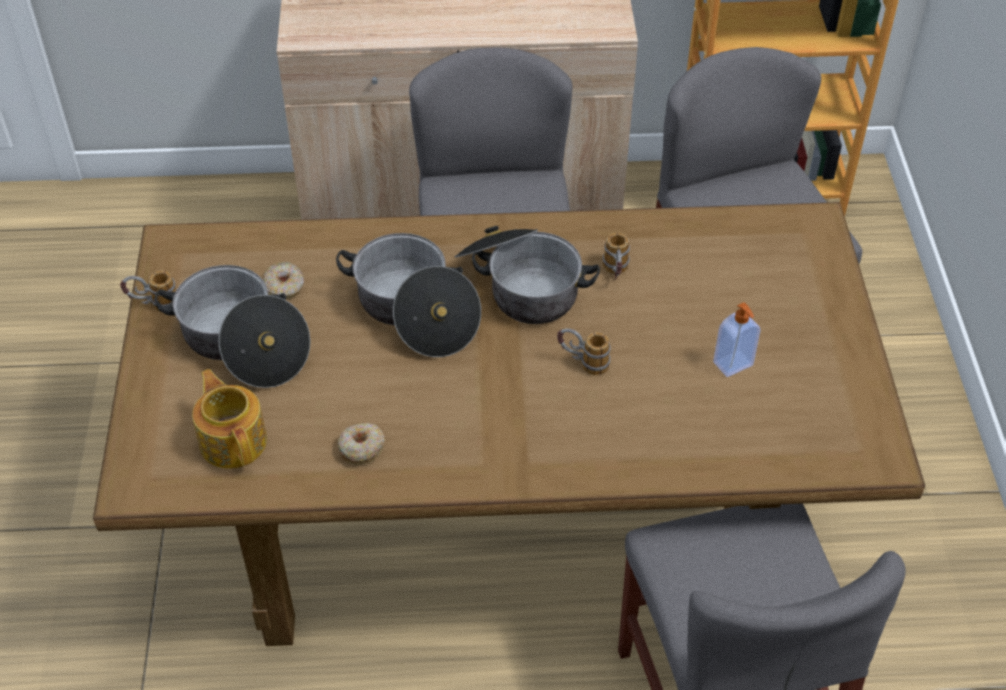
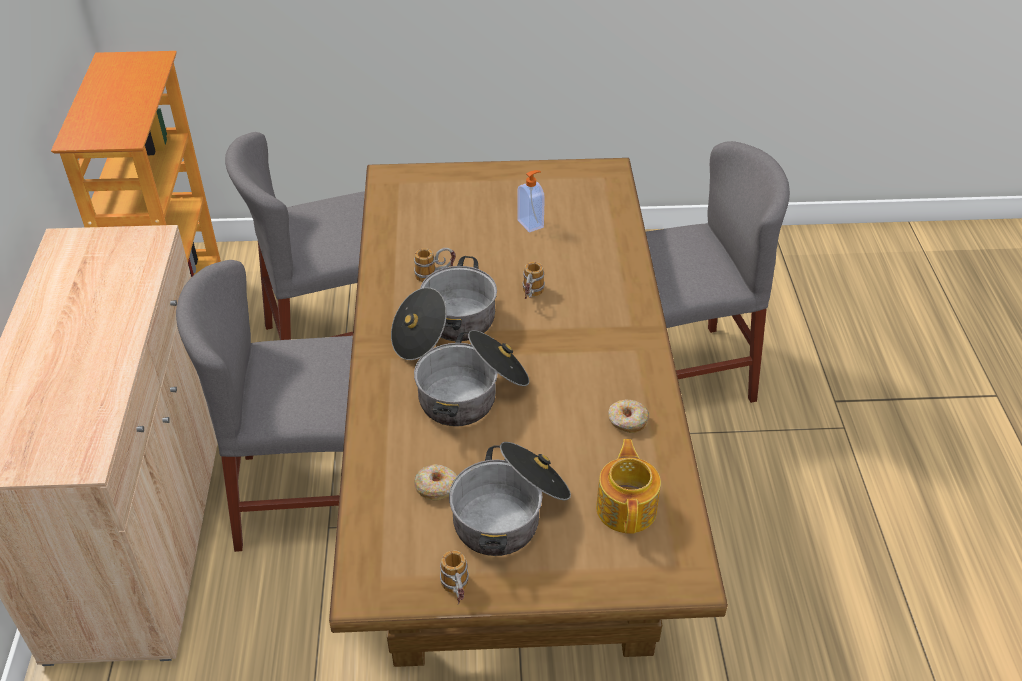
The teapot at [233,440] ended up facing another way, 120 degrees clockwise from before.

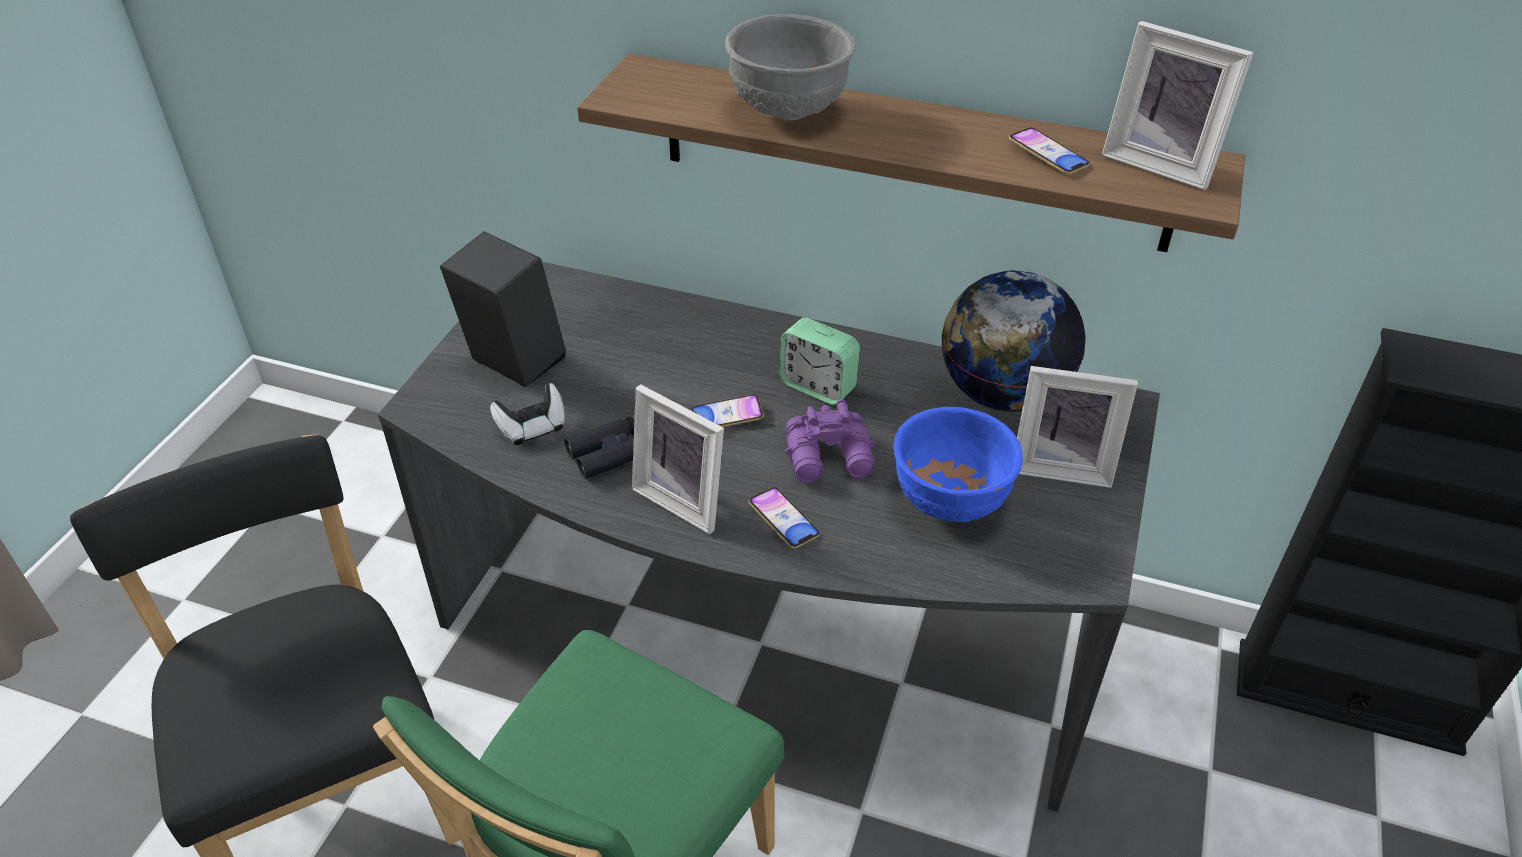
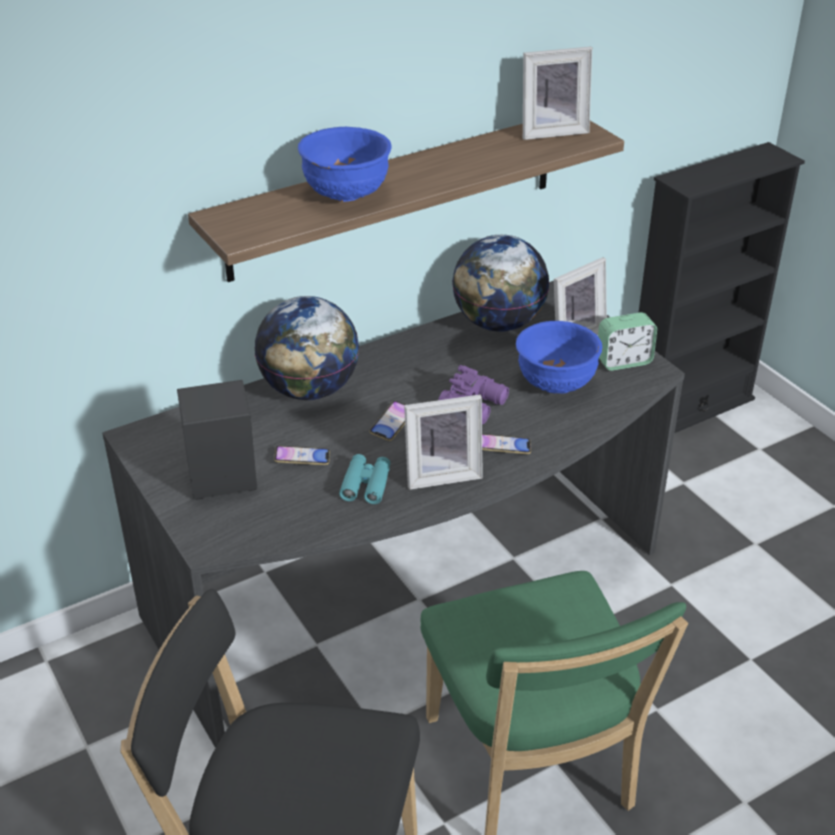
What was the grey_bowl at [789,112] turned into the blue_bowl at [347,195].
The phone ended up elsewhere, having gone from [1047,156] to [302,459].
The alarm_clock ended up elsewhere, having gone from [817,386] to [623,361].
The second view lost the game_controller at [532,427].
What was the black_binoculars at [609,454] turned into the turquoise_binoculars at [366,484].
The second view gained the globe at [309,390].

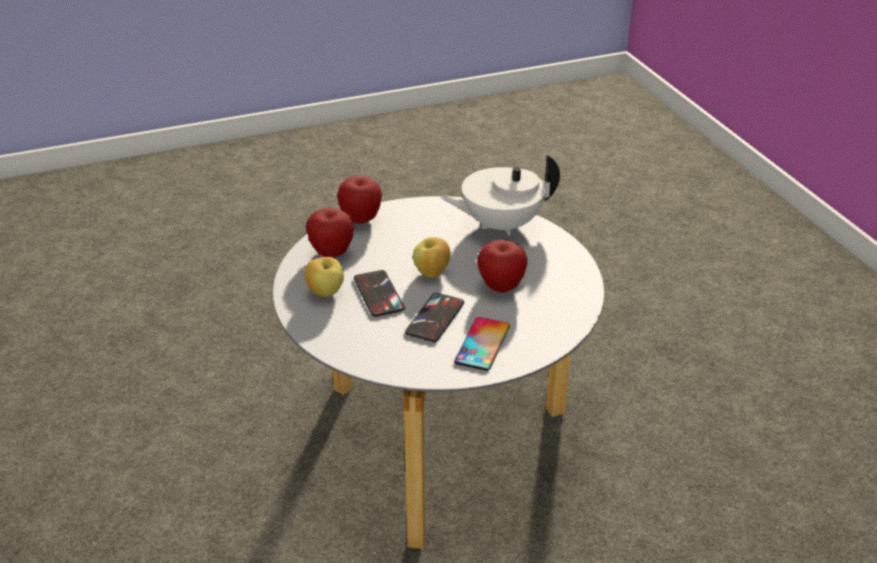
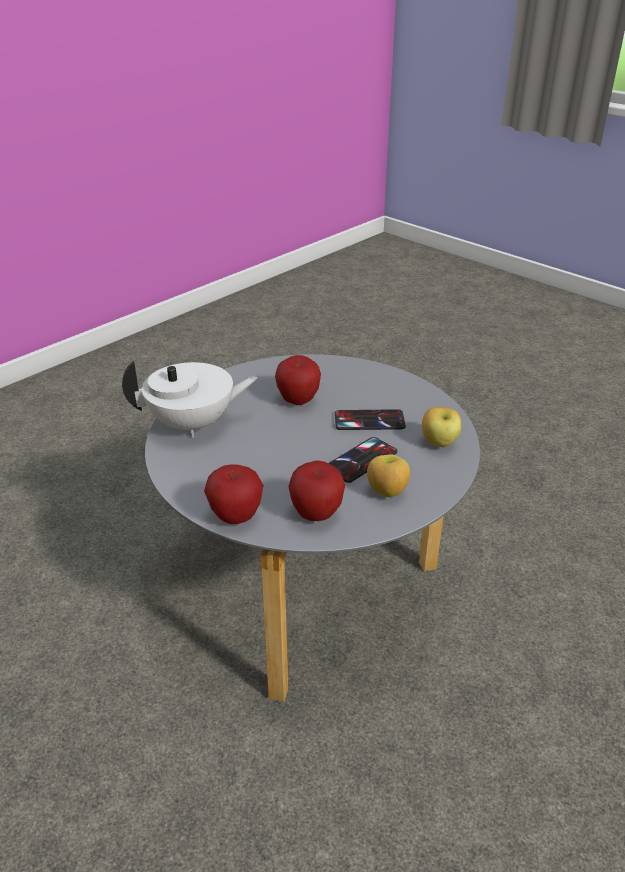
The white_teapot at [500,225] ended up facing another way, 60 degrees counterclockwise from before.
The apple ended up elsewhere, having gone from [432,273] to [439,443].
The second view lost the phone at [482,344].

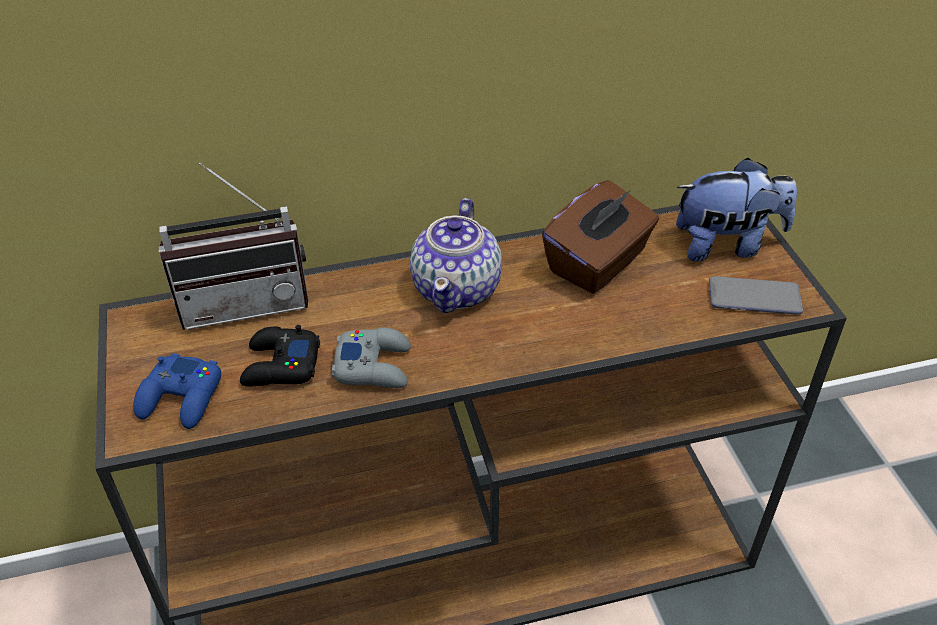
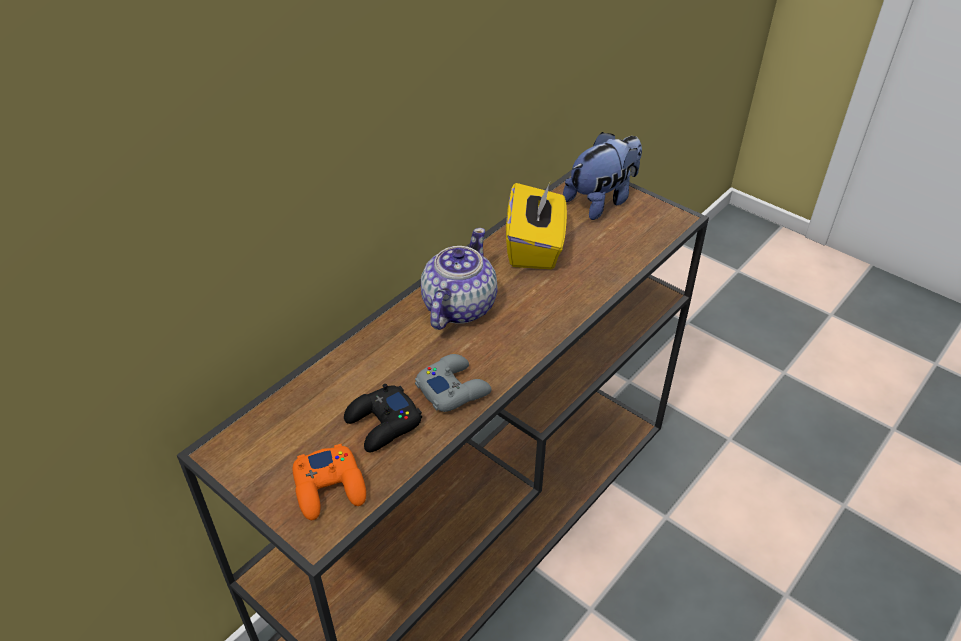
The second view lost the radio at [246,301].
What was the brown_tissue_box at [598,263] turned into the yellow_tissue_box at [535,247].
The teapot at [458,289] ended up facing another way, 135 degrees counterclockwise from before.
The second view lost the phone at [754,297].
What was the blue_game_controller at [181,398] turned into the orange_game_controller at [330,487].

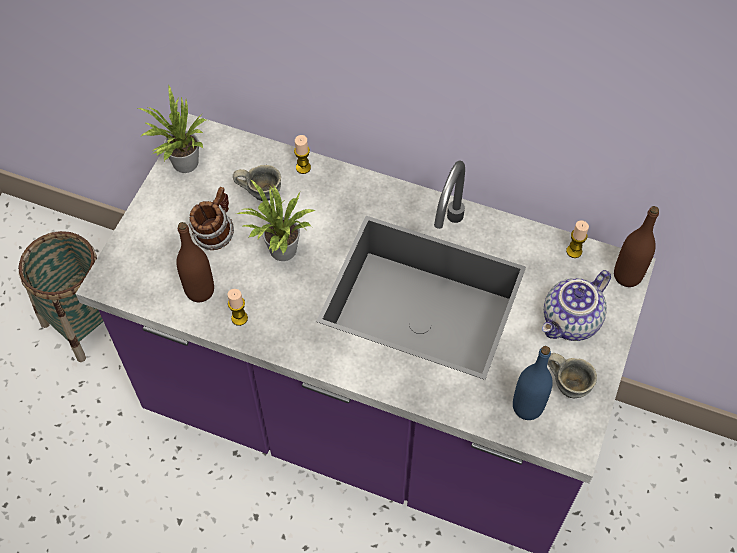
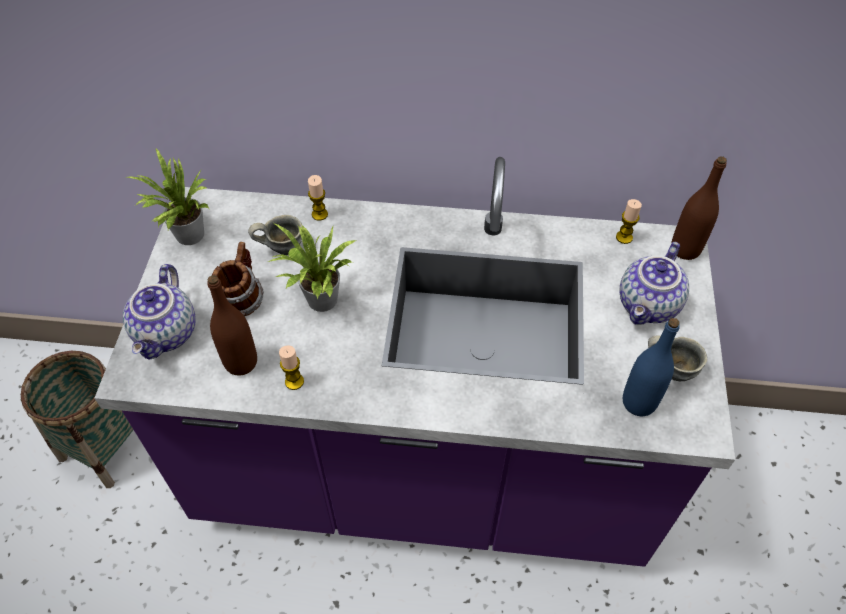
The second view gained the teapot at [168,333].

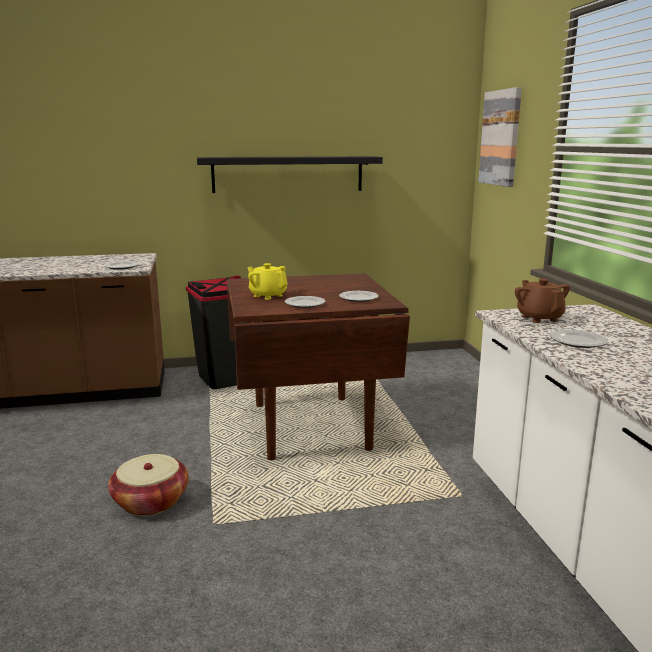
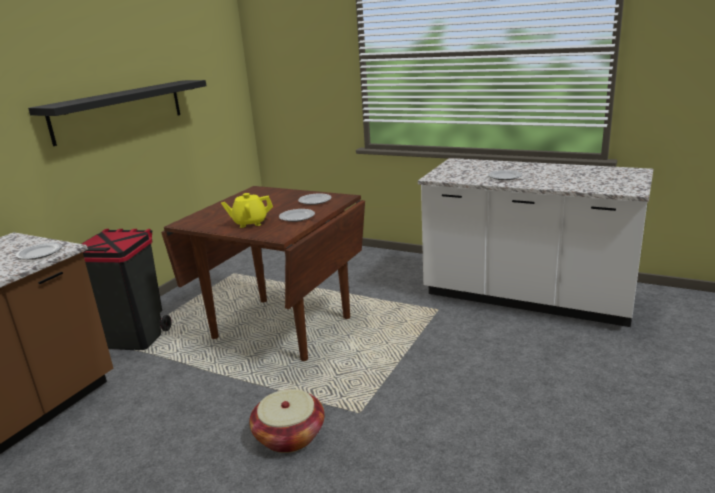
The second view lost the picture at [501,138].
The second view lost the brown_teapot at [539,318].

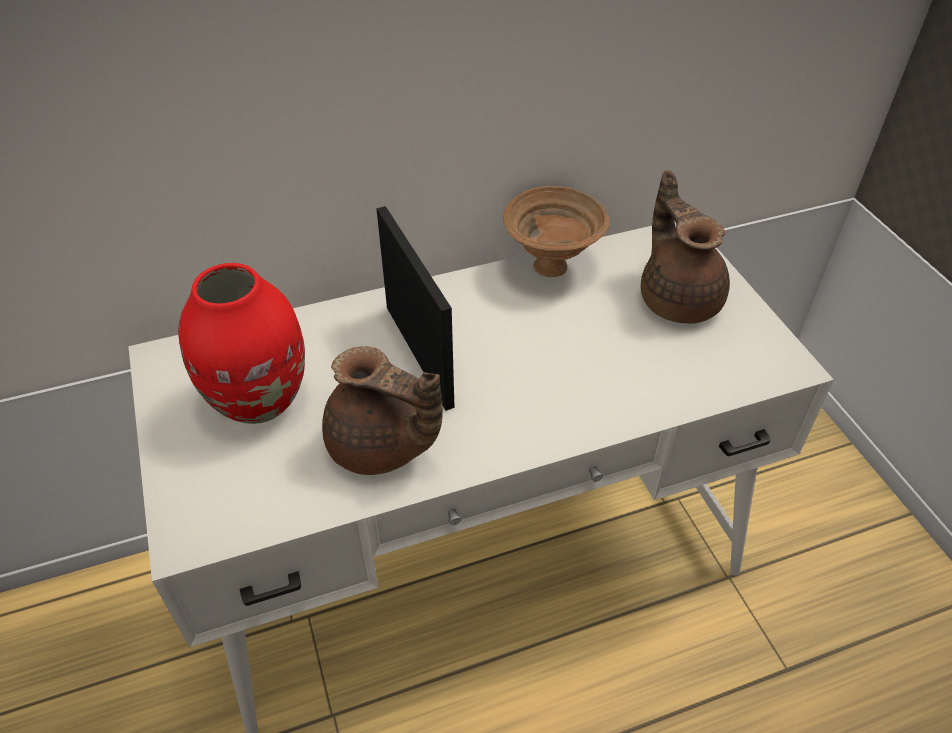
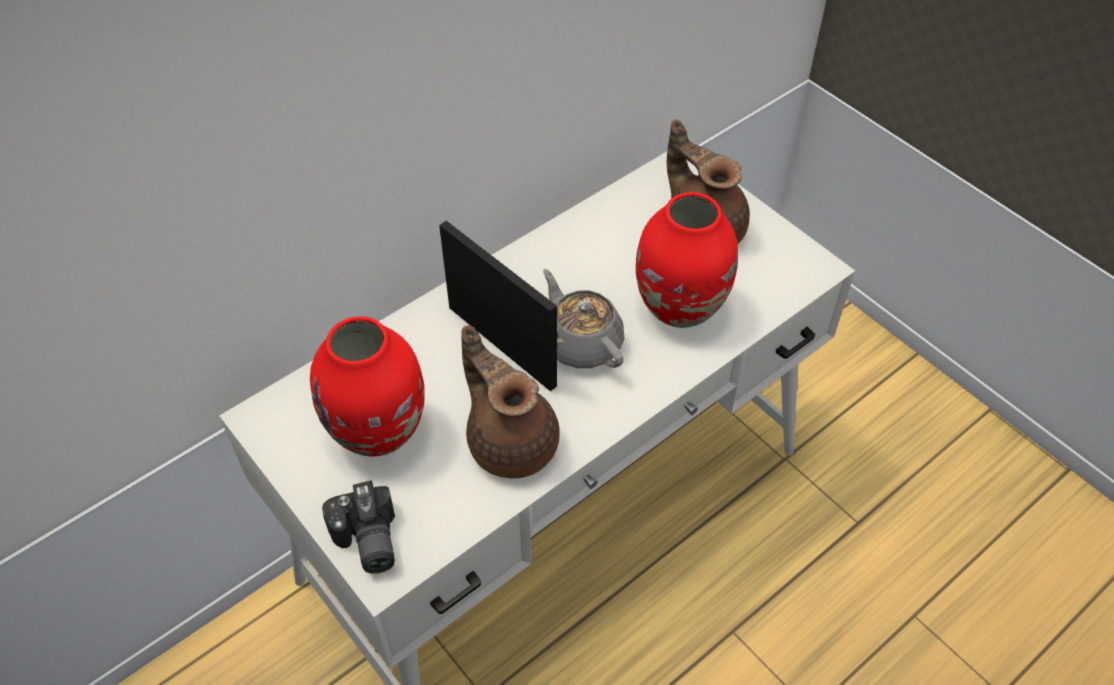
The second view lost the brown_bowl at [552,266].
The brown_teapot at [381,447] ended up facing another way, 135 degrees counterclockwise from before.
The second view gained the red_vase at [680,308].
The second view gained the grey_teapot at [582,343].
The second view gained the photo_camera at [365,541].

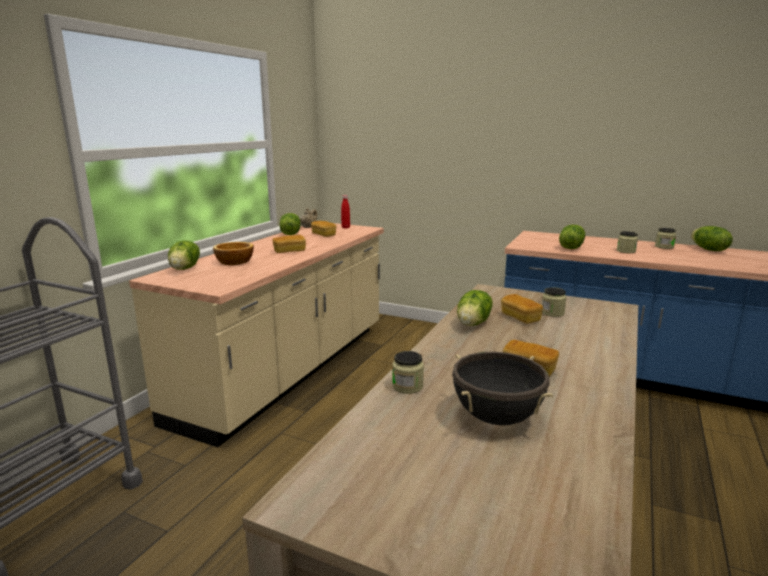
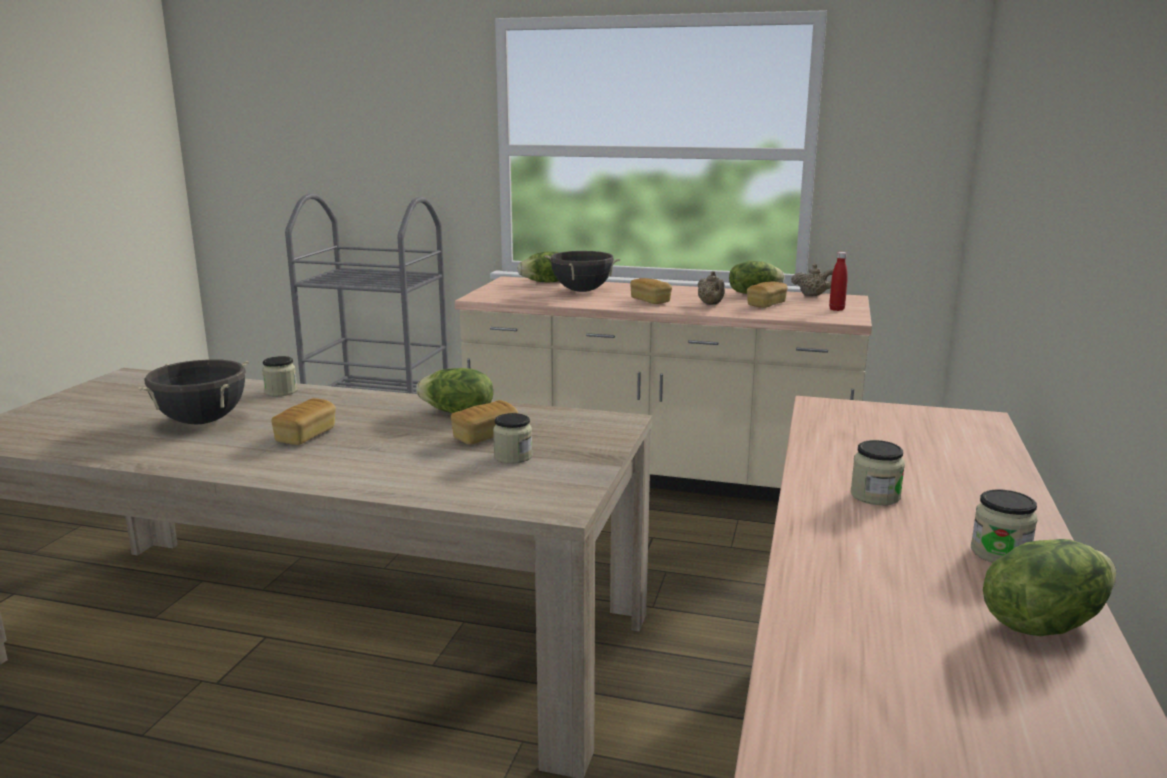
The second view lost the lettuce at [570,248].
Where the bowl stood at [234,262], the black_cooking_pot came to stand at [581,291].
The second view gained the beige_teapot at [711,304].

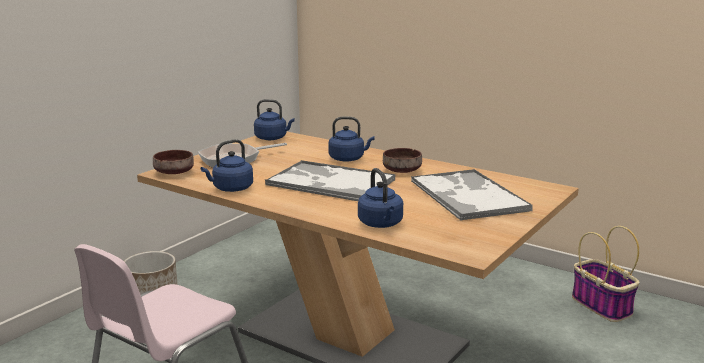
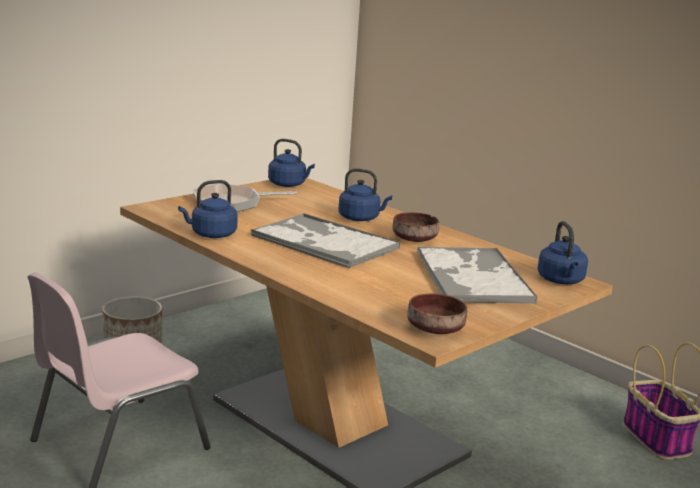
The brown_bowl ended up elsewhere, having gone from [175,172] to [436,329].
The blue_kettle ended up elsewhere, having gone from [381,224] to [561,281].

